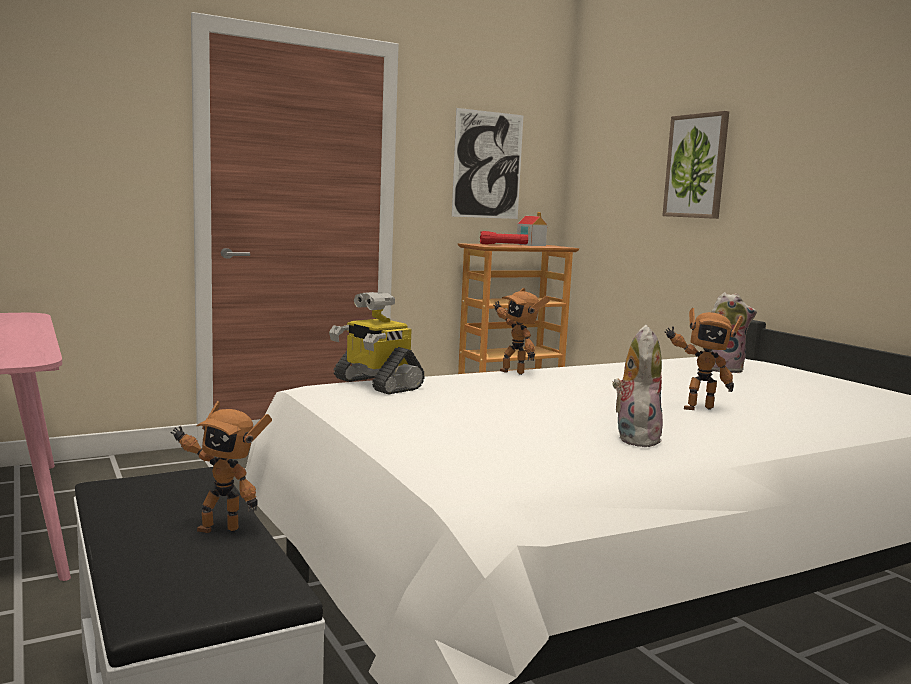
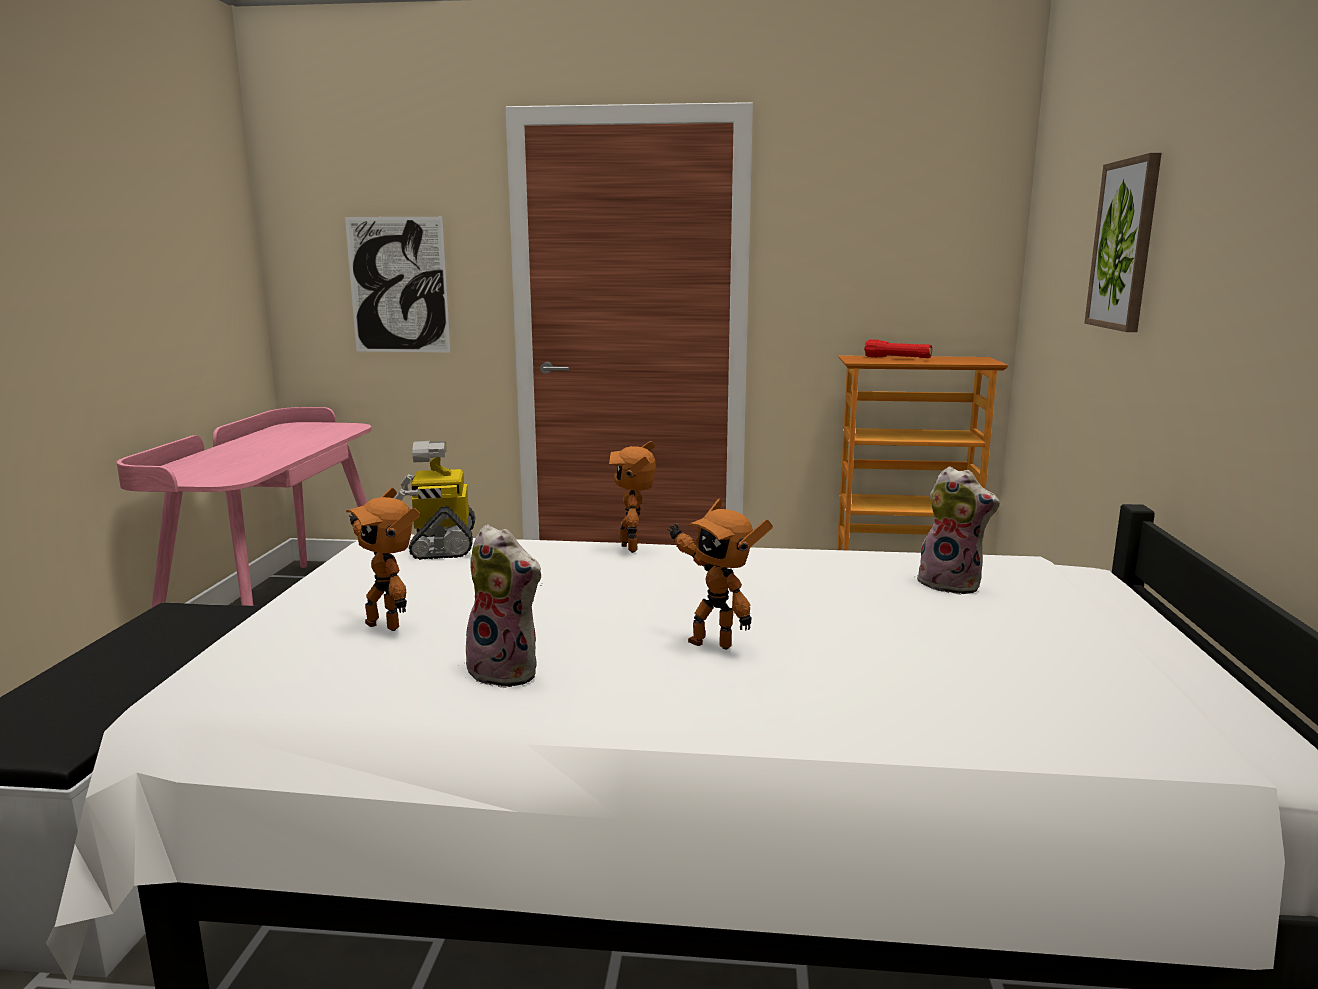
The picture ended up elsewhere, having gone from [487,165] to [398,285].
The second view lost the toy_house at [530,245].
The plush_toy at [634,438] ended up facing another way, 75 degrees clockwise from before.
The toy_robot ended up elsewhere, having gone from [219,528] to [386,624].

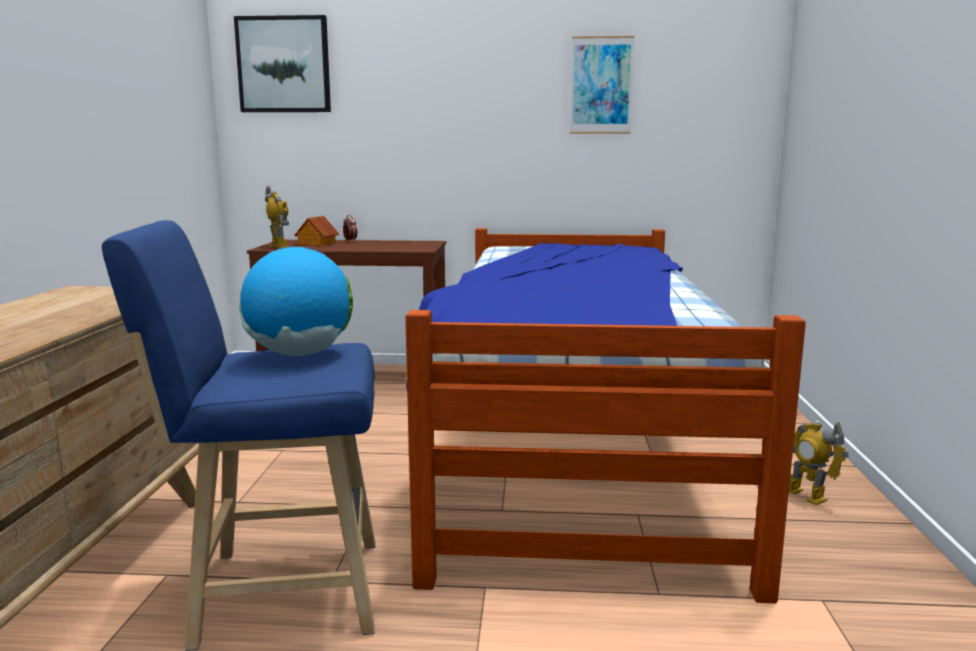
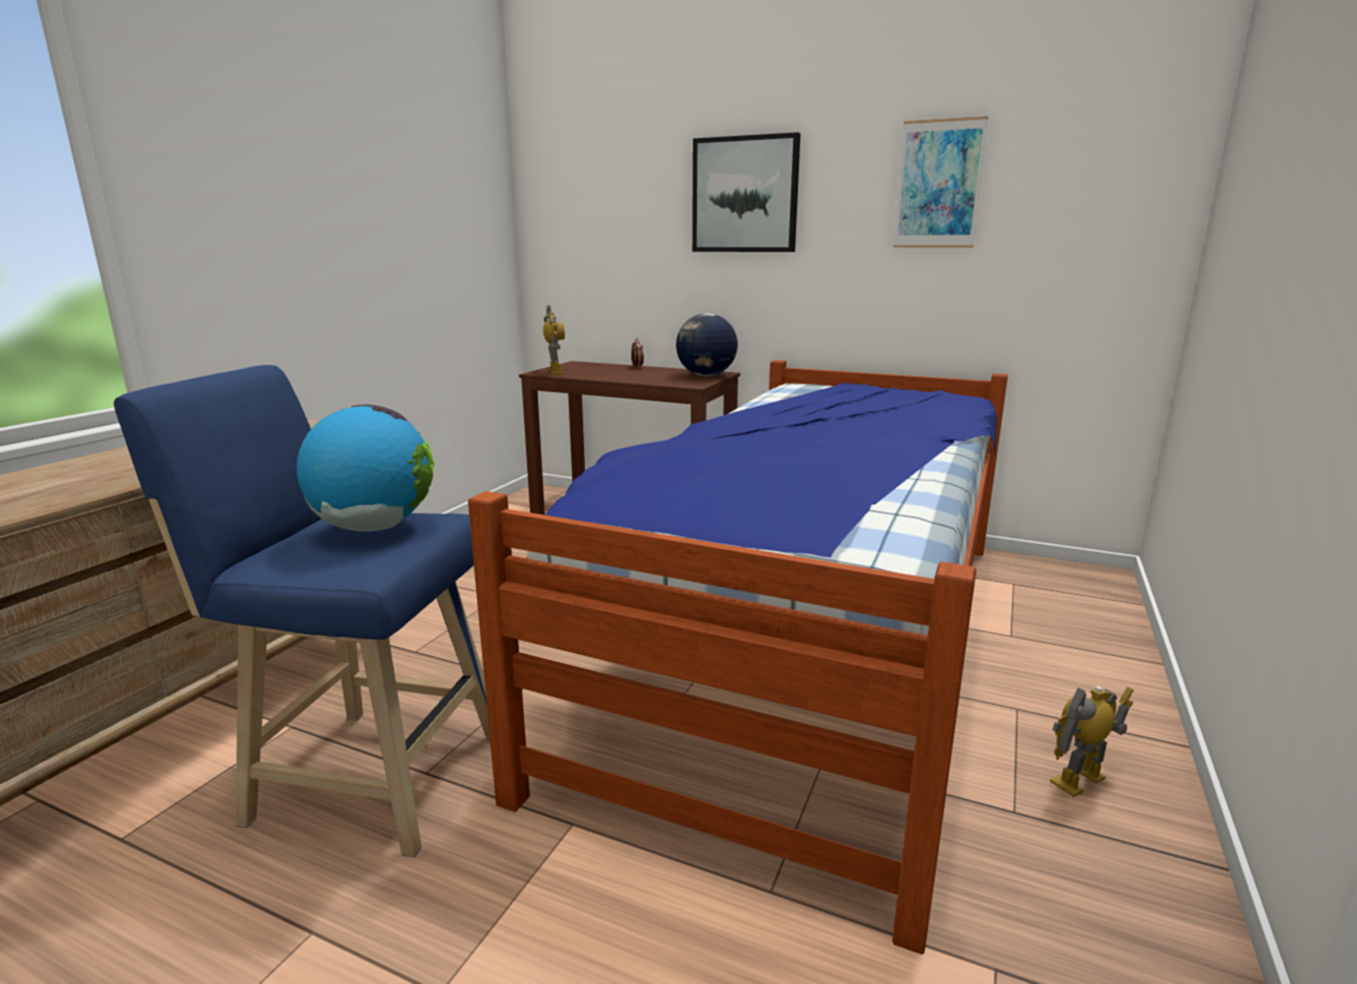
The picture ended up elsewhere, having gone from [284,65] to [745,195].
The second view lost the toy_house at [316,243].
The toy_robot at [805,495] ended up facing another way, 75 degrees clockwise from before.
The second view gained the globe at [706,375].

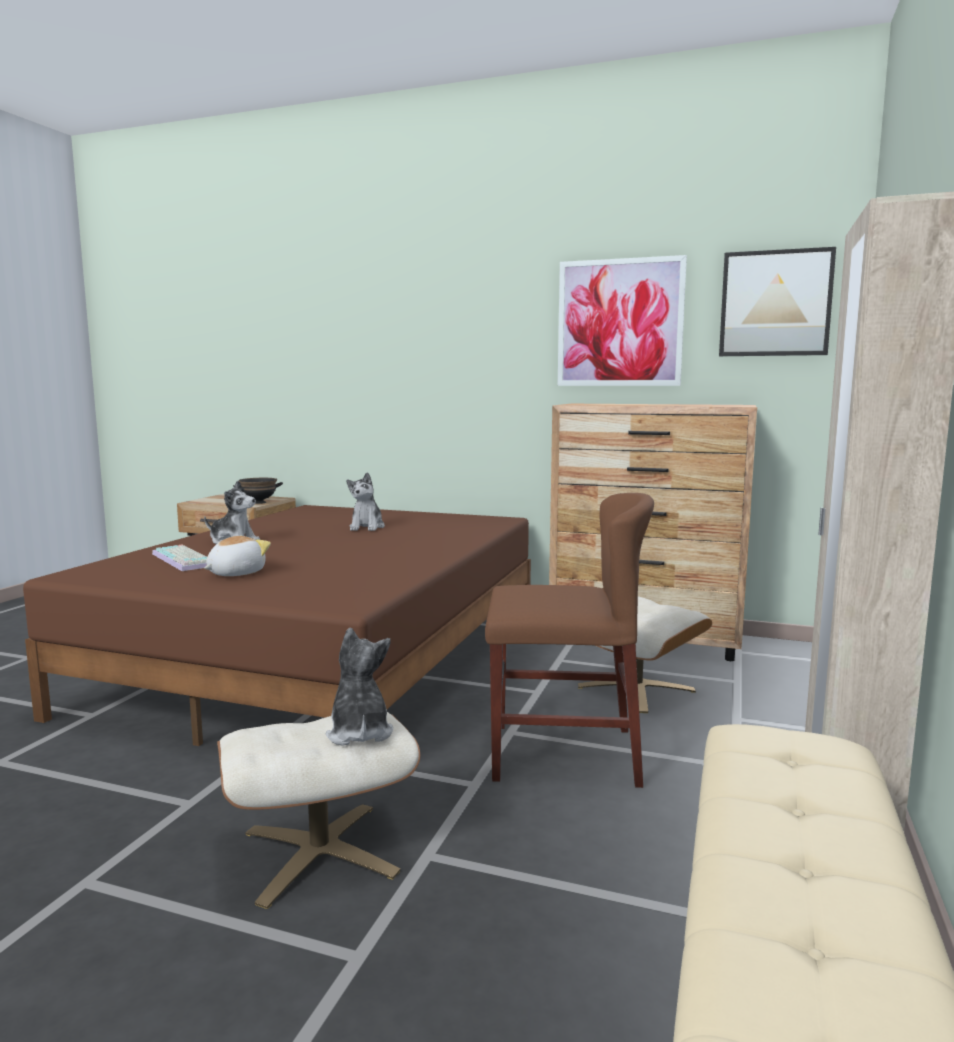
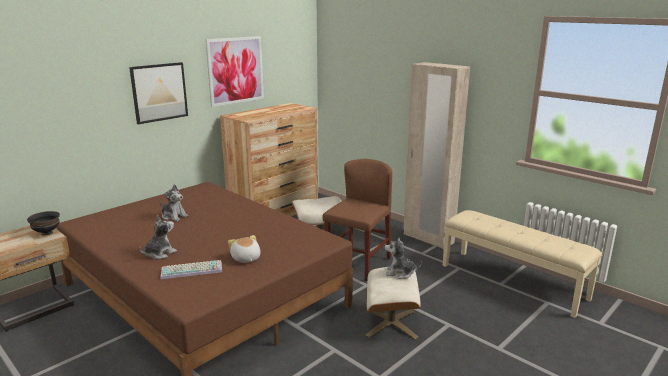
The picture ended up elsewhere, having gone from [775,303] to [159,92].

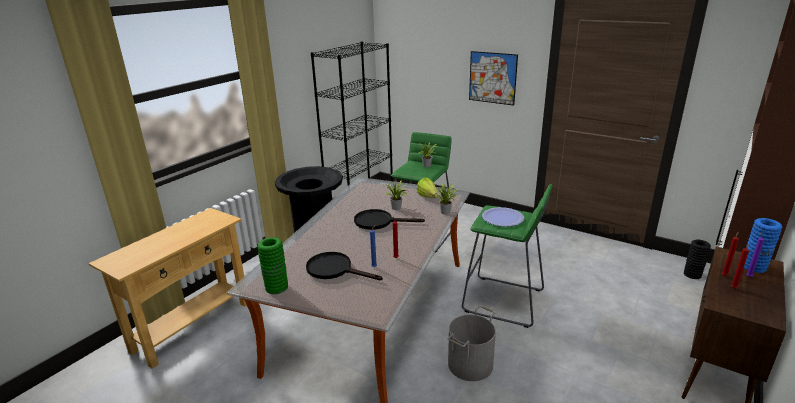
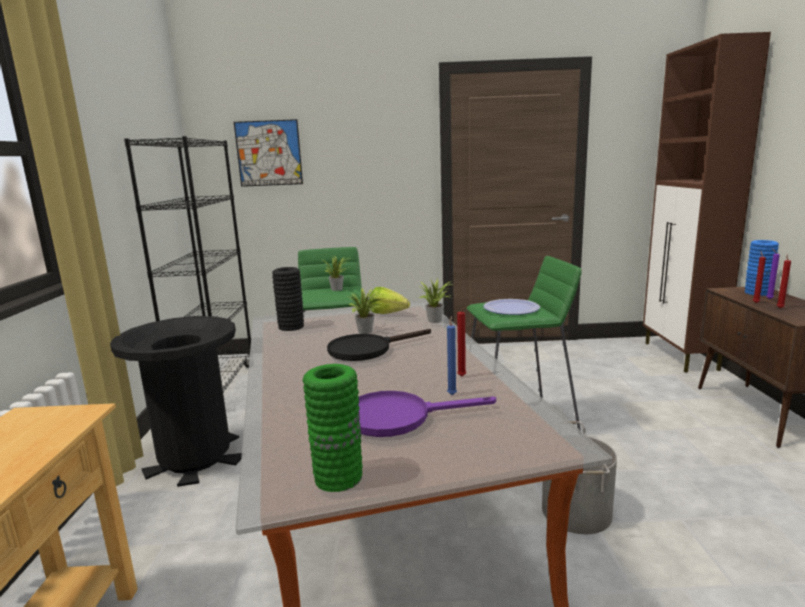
The picture ended up elsewhere, having gone from [492,78] to [269,153].
The black_vase ended up elsewhere, having gone from [692,275] to [291,327].
What was the black_frying_pan at [335,269] turned into the purple_frying_pan at [399,417].

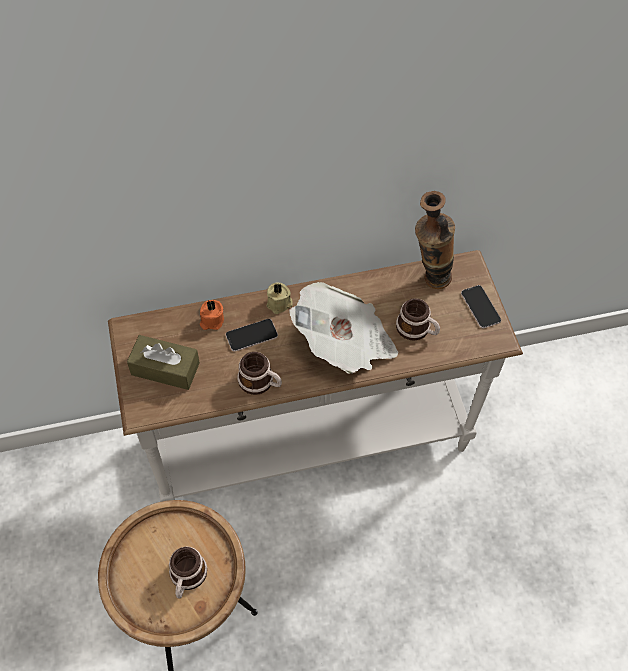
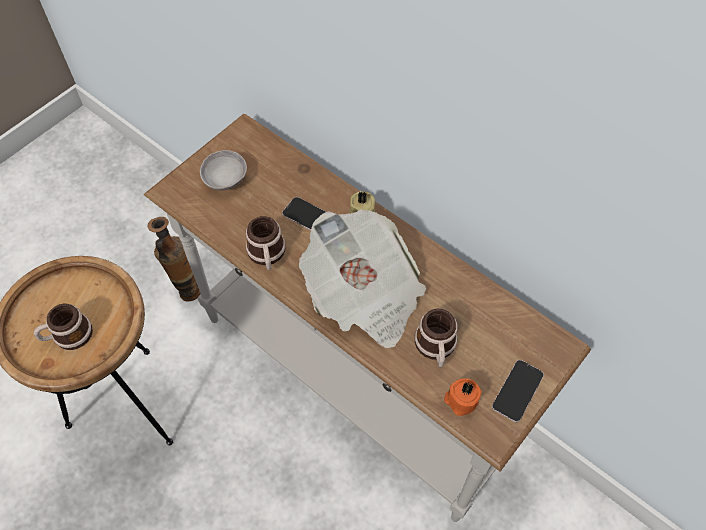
The vase ended up elsewhere, having gone from [428,280] to [186,288].
The orange_candle ended up elsewhere, having gone from [211,320] to [461,400].
Where the brown_tissue_box stood at [165,369], the grey_bowl came to stand at [225,179].

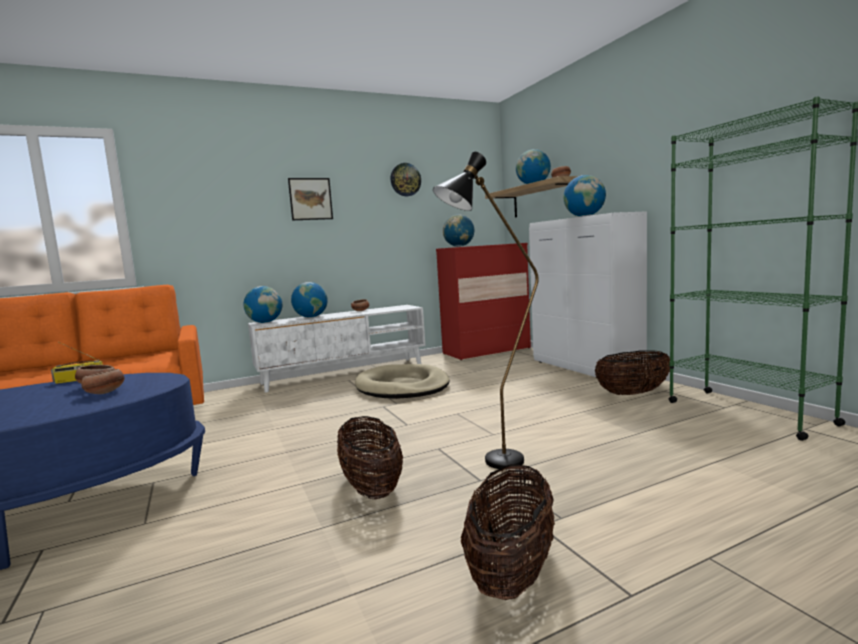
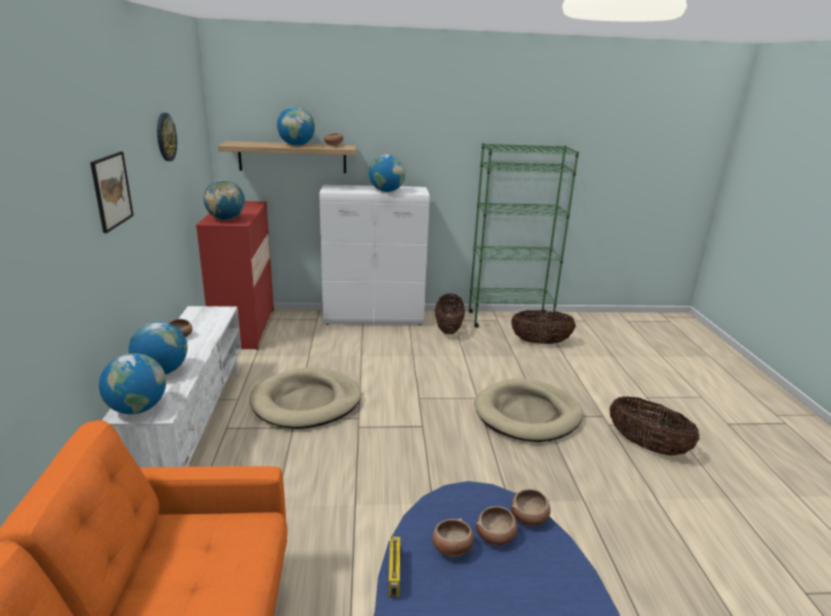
Where the black_floor_lamp stood at [492,464], the beige_dog_bed came to stand at [527,414].
The basket ended up elsewhere, having gone from [371,488] to [540,342].
The second view gained the bowl at [529,517].

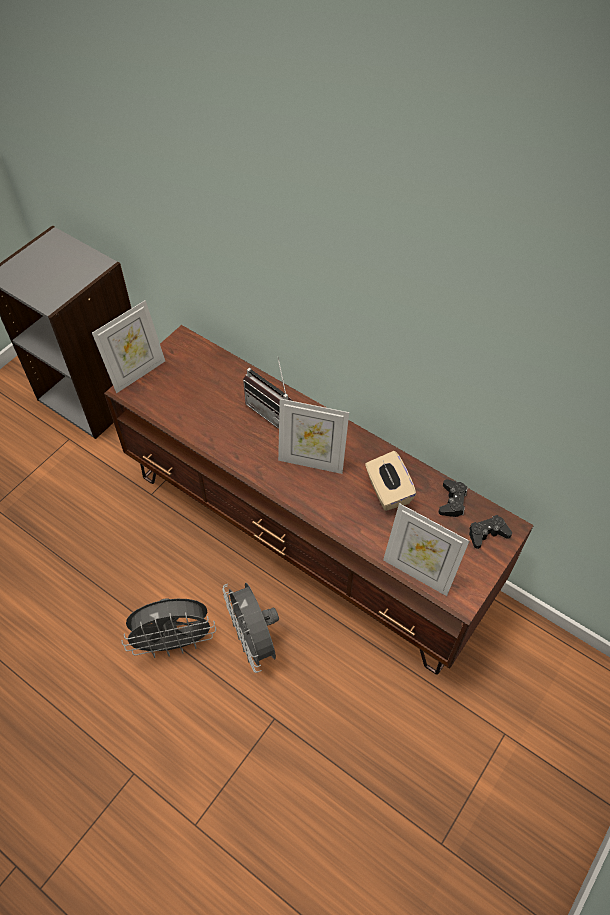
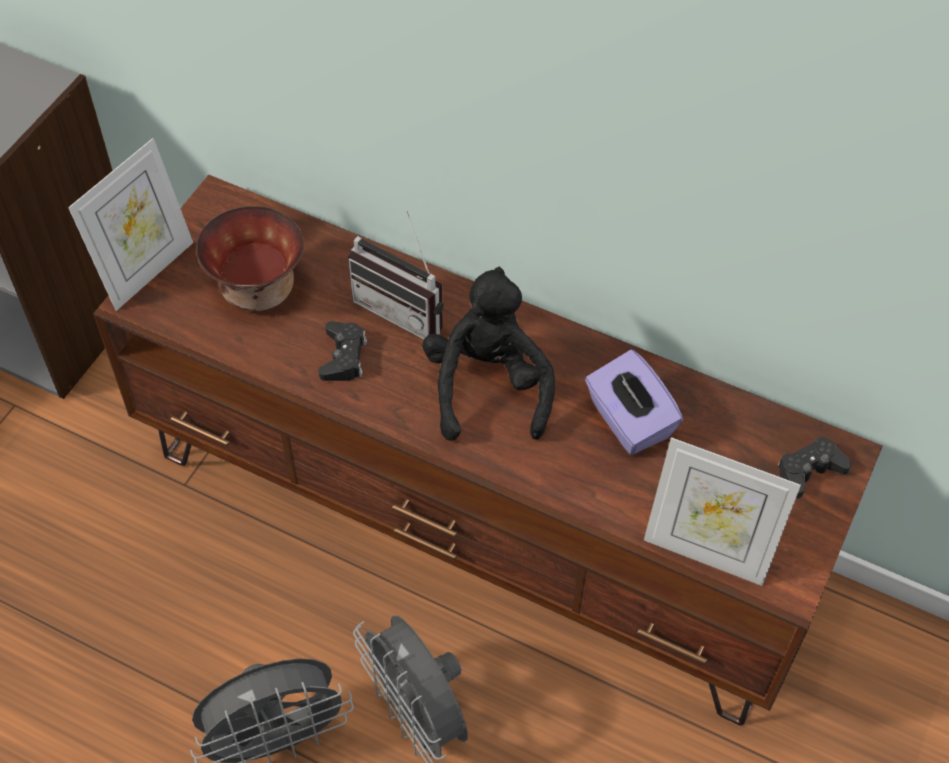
Where the picture_frame stood at [311,461], the black_plush_toy came to stand at [488,386].
What was the beige_tissue_box at [387,491] turned into the purple_tissue_box at [628,421].
The black_game_controller ended up elsewhere, having gone from [452,501] to [343,357].
The second view gained the bowl at [256,290].

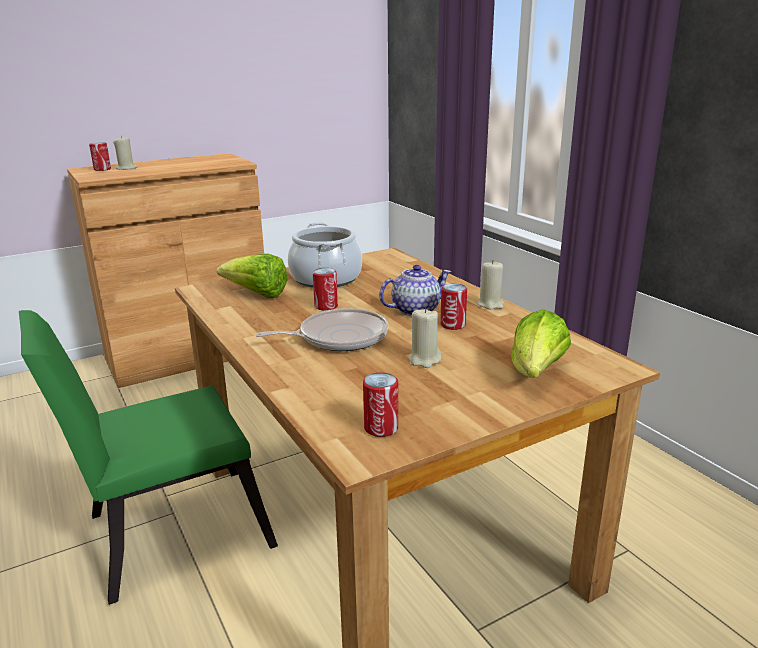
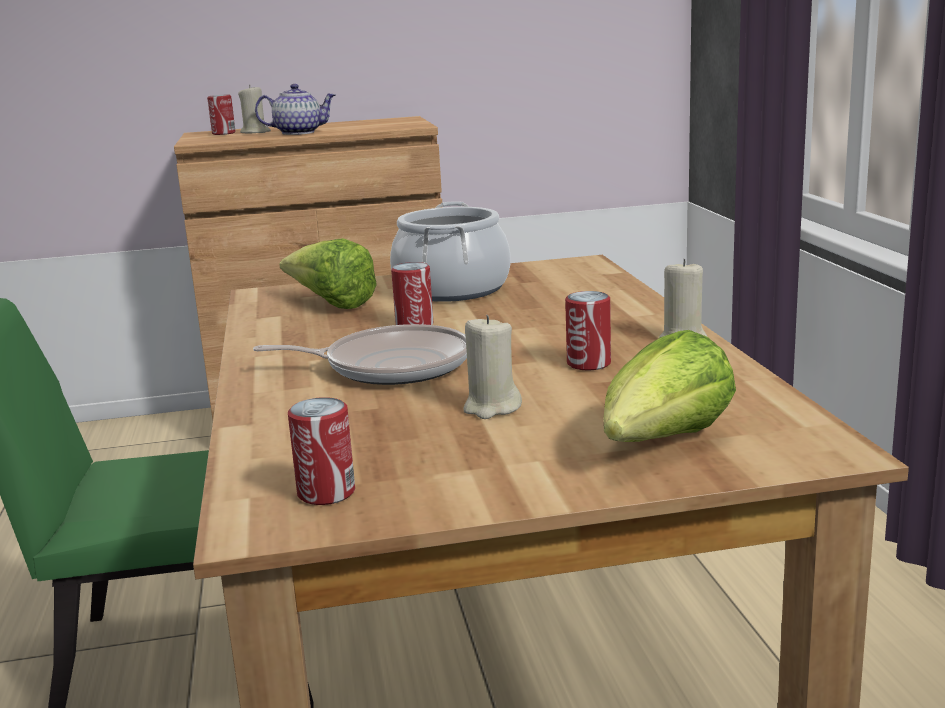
The teapot ended up elsewhere, having gone from [415,310] to [299,132].

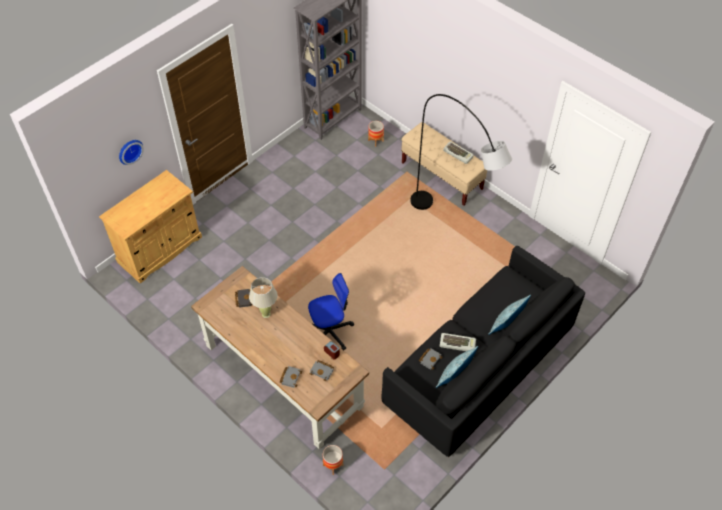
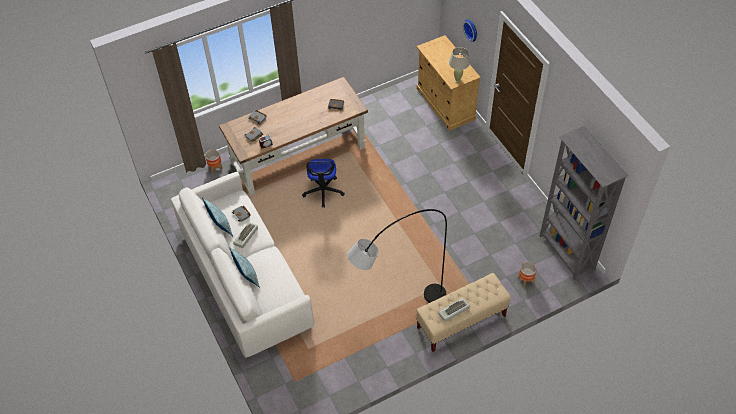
What was the black_sofa at [479,367] turned into the white_sofa at [245,280].
The beige_table_lamp ended up elsewhere, having gone from [266,314] to [457,80].

